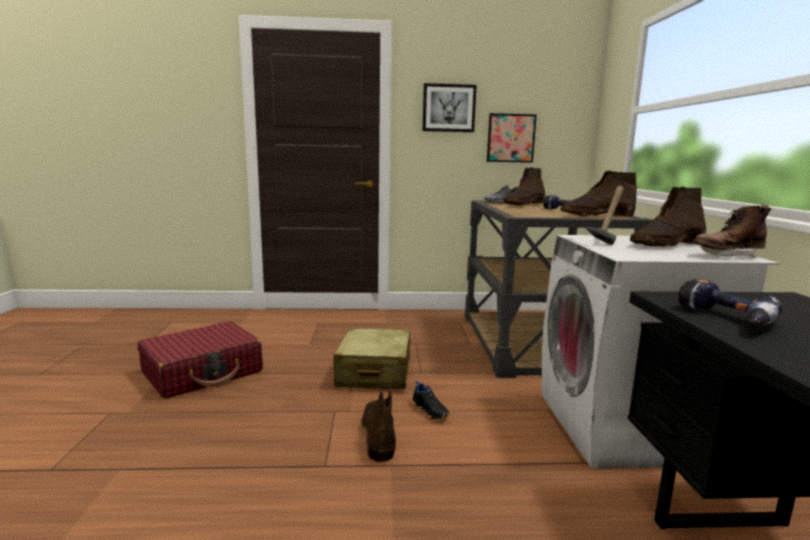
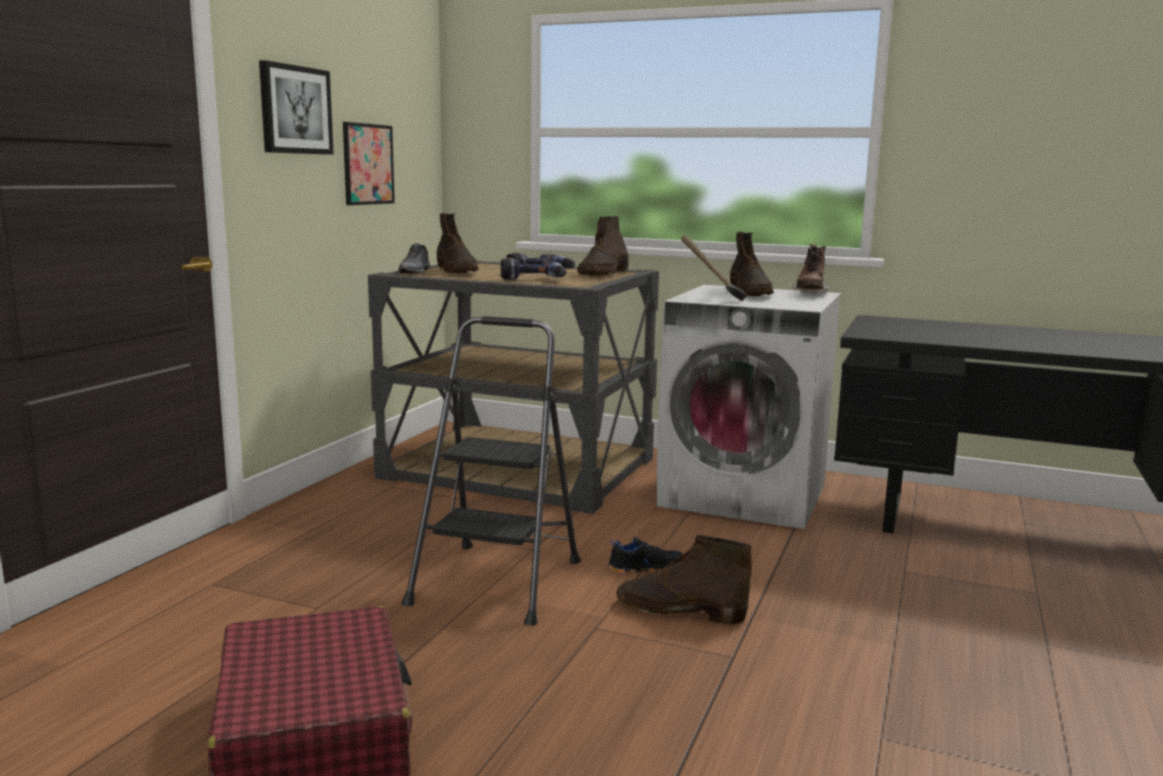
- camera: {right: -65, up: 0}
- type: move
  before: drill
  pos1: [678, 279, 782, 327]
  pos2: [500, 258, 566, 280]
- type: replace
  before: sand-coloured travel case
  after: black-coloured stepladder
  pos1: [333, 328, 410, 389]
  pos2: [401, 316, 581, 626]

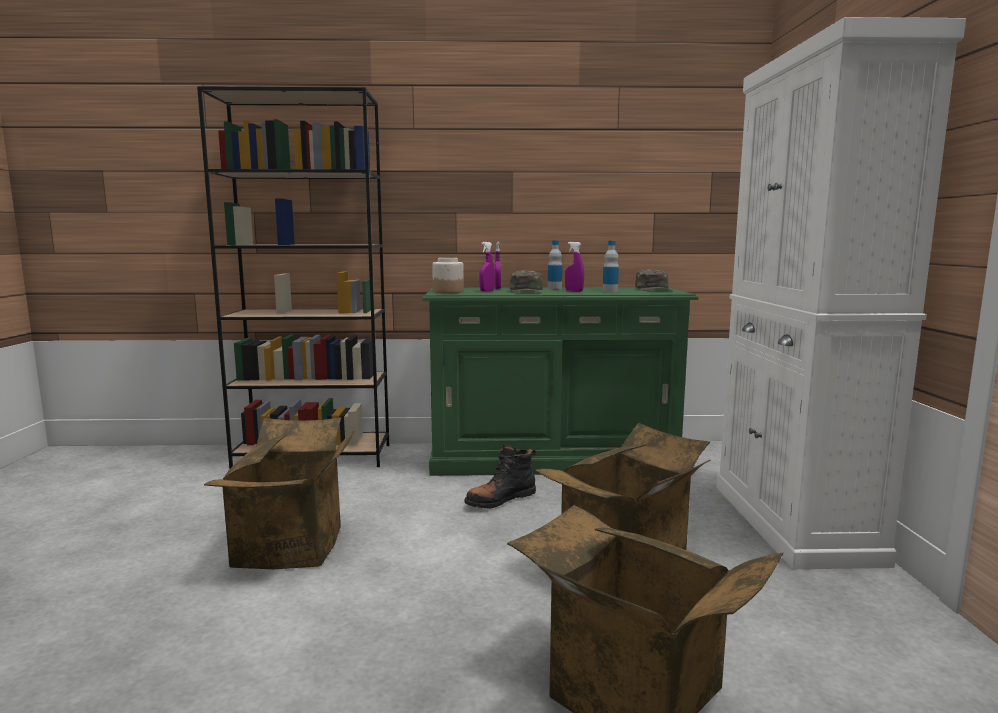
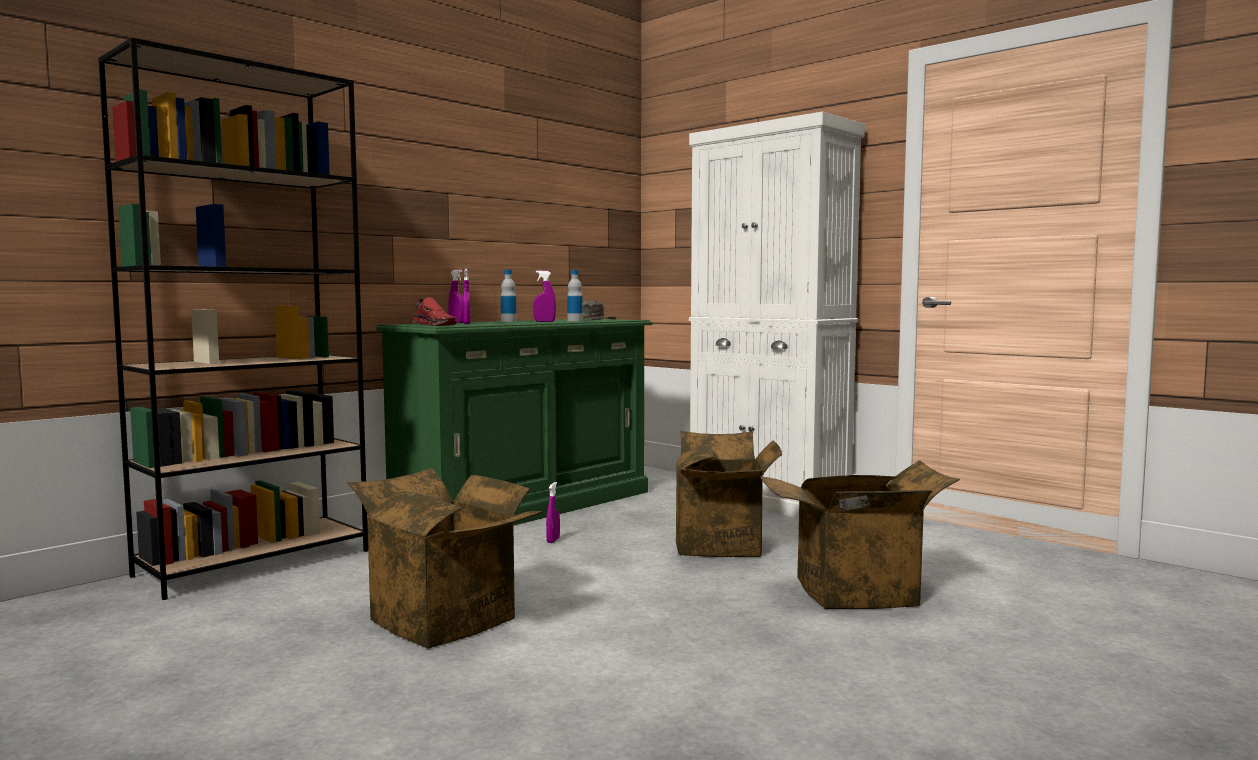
- camera: {right: -45, up: -5}
- type: delete
  before: green cap
  pos1: [510, 270, 543, 293]
- type: replace
  before: jar
  after: red-coloured shoe
  pos1: [432, 258, 464, 293]
  pos2: [413, 297, 456, 326]
- type: replace
  before: black-coloured tall boot
  after: purple-coloured sprayer
  pos1: [465, 445, 536, 509]
  pos2: [546, 482, 560, 543]

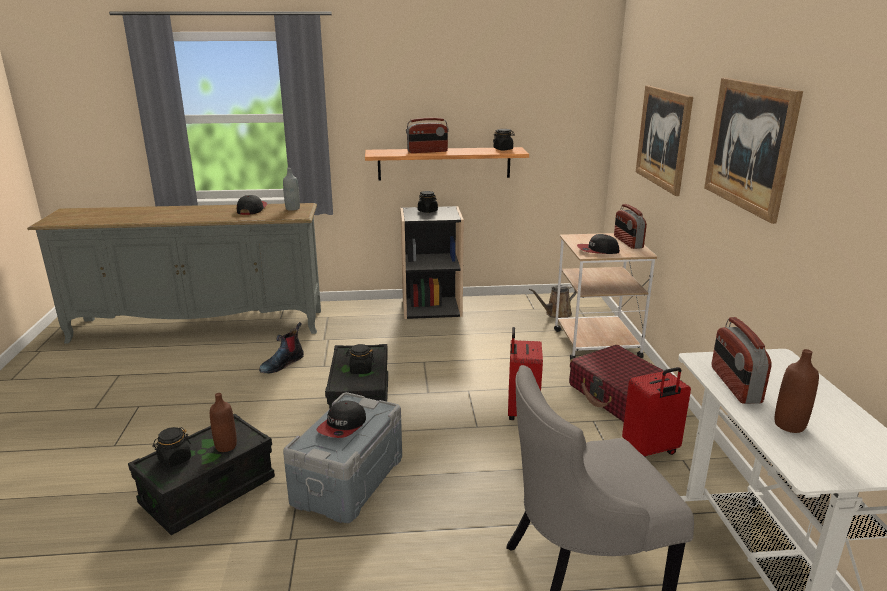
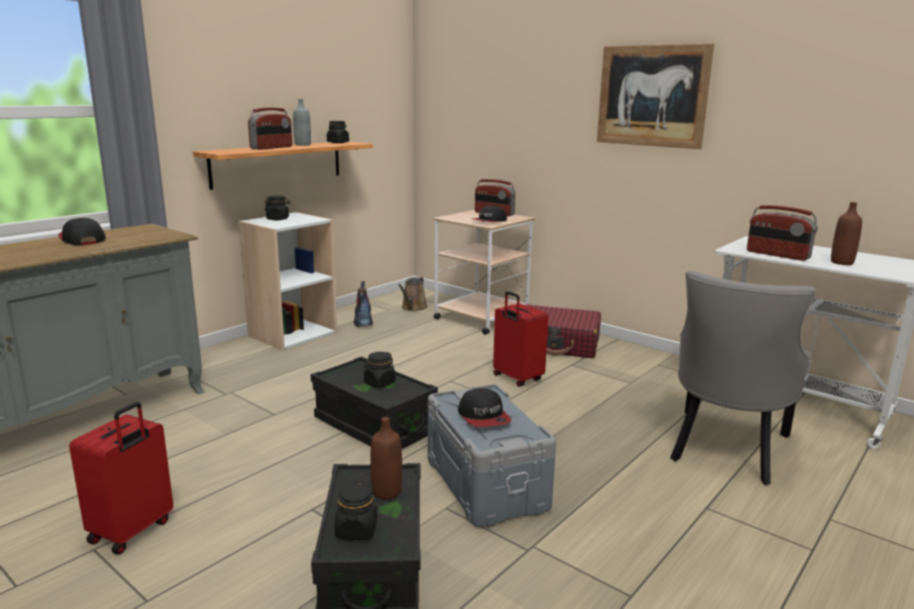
- camera: {right: -45, up: -5}
- type: delete
  before: wall art
  pos1: [636, 85, 693, 196]
- type: move
  before: tall boot
  pos1: [259, 322, 304, 373]
  pos2: [353, 281, 373, 327]
- type: move
  before: gray bottle
  pos1: [283, 168, 300, 211]
  pos2: [293, 99, 311, 146]
- type: move
  before: red-coloured travel case
  pos1: [622, 367, 691, 458]
  pos2: [69, 402, 173, 555]
- type: recolor
  before: black-coloured bookshelf
  after: white-coloured bookshelf
  pos1: [400, 206, 464, 319]
  pos2: [238, 212, 337, 350]

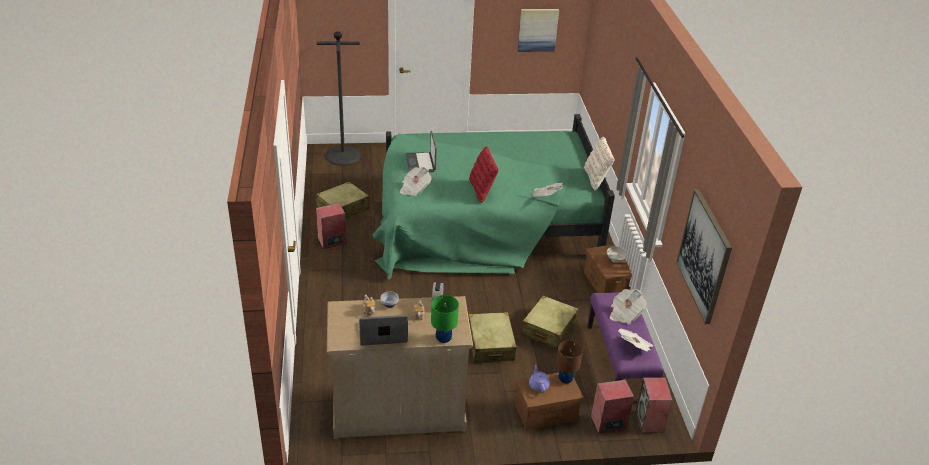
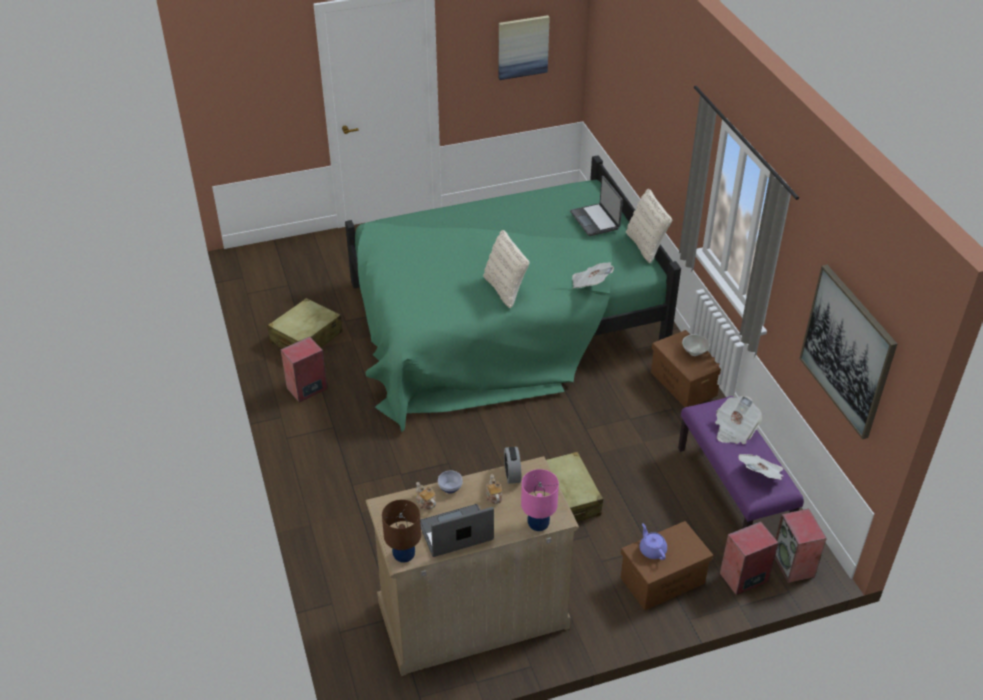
- camera: {right: -10, up: 5}
- type: delete
  before: black-coloured garment stand
  pos1: [317, 32, 361, 165]
- type: delete
  before: newspaper
  pos1: [399, 167, 432, 196]
- type: delete
  before: sand-coloured travel case
  pos1: [521, 296, 579, 350]
- type: move
  before: notebook computer
  pos1: [405, 131, 437, 172]
  pos2: [570, 176, 623, 236]
- type: move
  before: brown-coloured lamp for a table
  pos1: [556, 340, 583, 384]
  pos2: [382, 499, 421, 563]
- type: recolor
  before: green lamp for a table
  after: pinkish lamp for a table
  pos1: [431, 295, 459, 343]
  pos2: [521, 469, 559, 531]
- type: recolor
  before: red-coloured throw pillow
  after: sand-coloured throw pillow
  pos1: [469, 146, 498, 203]
  pos2: [483, 230, 530, 308]

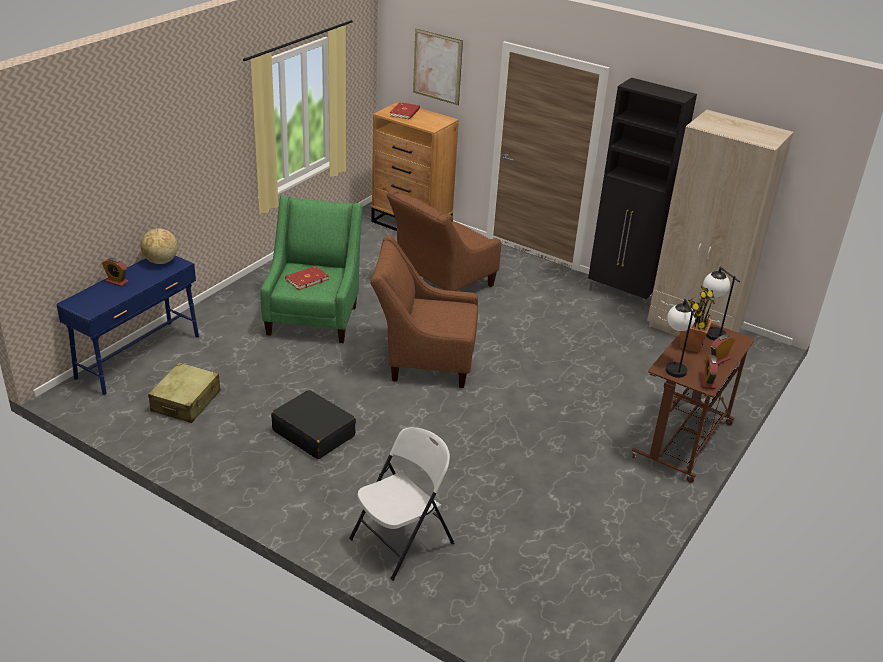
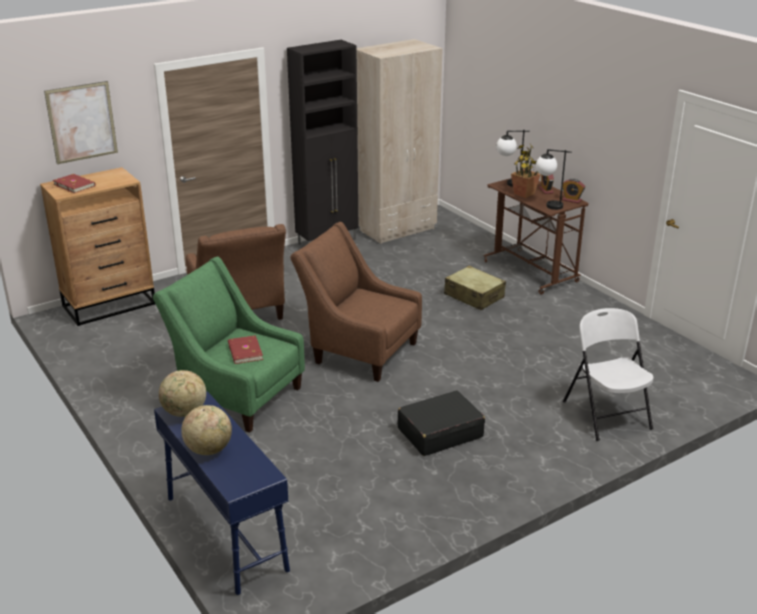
- camera: {right: -65, up: -5}
- type: move
  before: sand-coloured travel case
  pos1: [148, 362, 221, 423]
  pos2: [444, 266, 506, 310]
- type: replace
  before: bedside clock
  after: world globe
  pos1: [102, 258, 129, 287]
  pos2: [181, 405, 232, 455]
- type: rotate
  before: brown-coloured armchair
  pos1: [370, 235, 478, 388]
  pos2: [290, 222, 422, 382]
  turn: 90

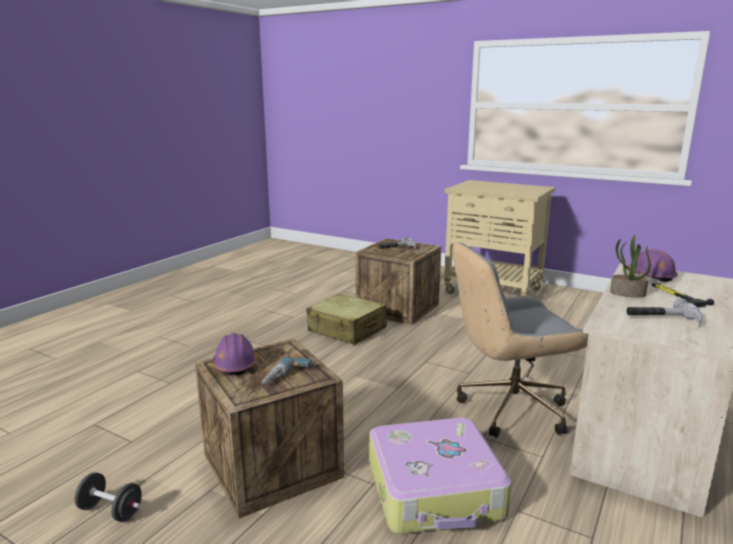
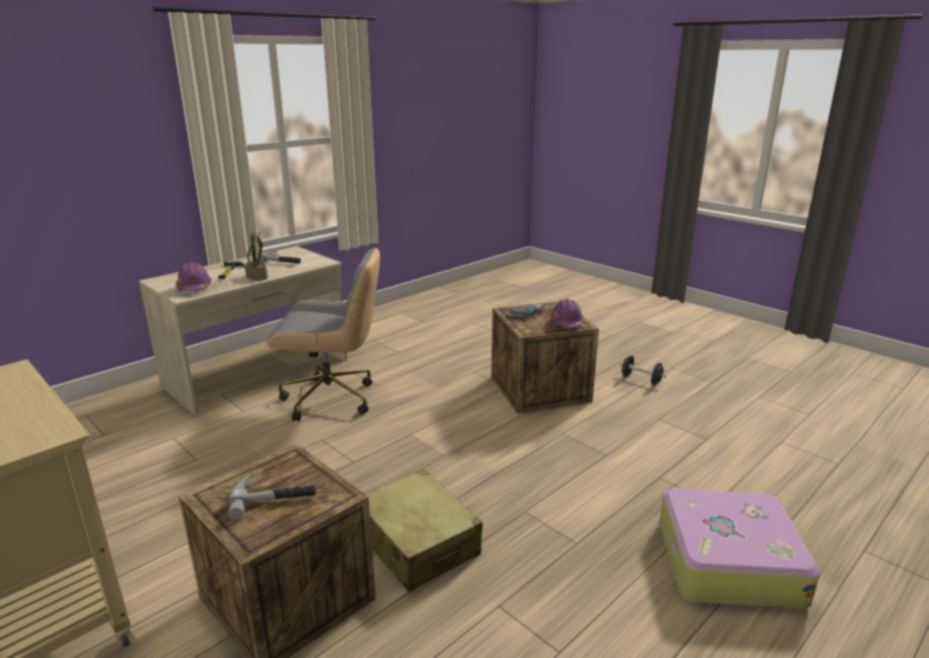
- camera: {right: -165, up: 5}
- type: move
  before: travel case
  pos1: [369, 418, 512, 534]
  pos2: [659, 488, 820, 609]

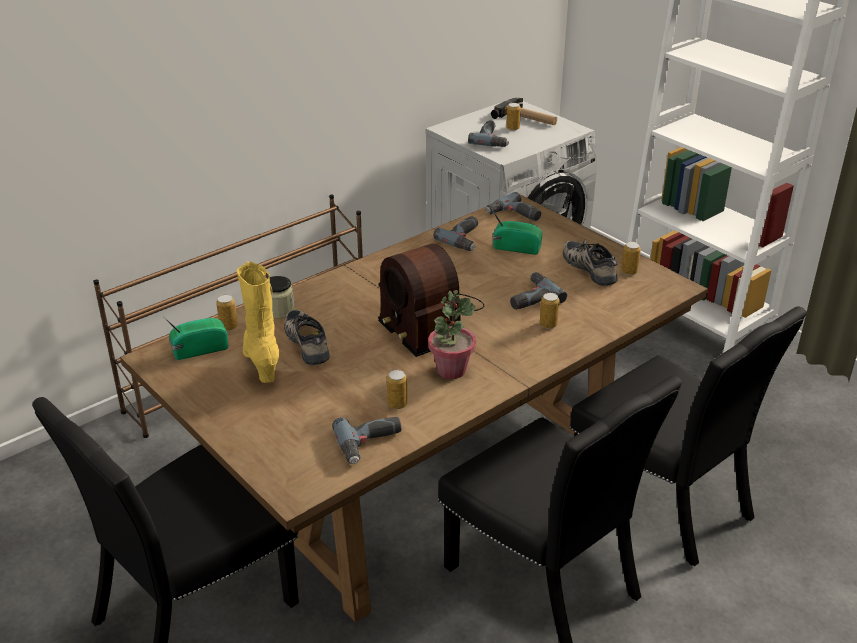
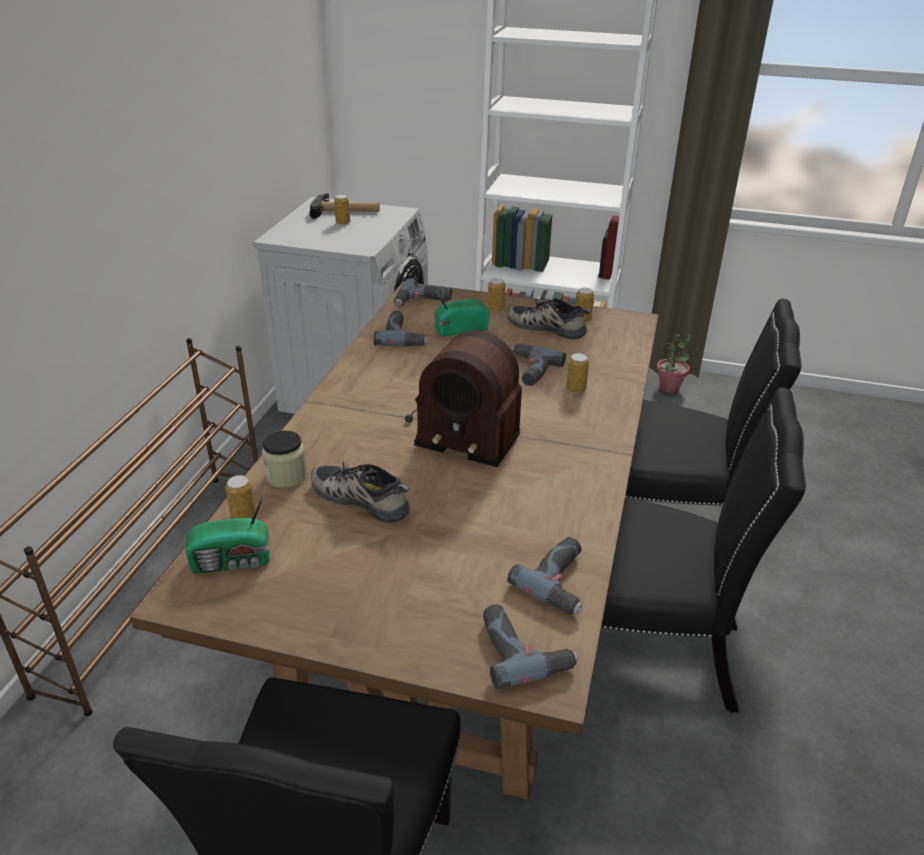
- camera: {right: -35, up: 0}
- type: delete
  before: yellowish tall boot
  pos1: [237, 261, 279, 383]
- type: move
  before: can
  pos1: [387, 370, 407, 409]
  pos2: [488, 278, 505, 313]
- type: move
  before: potted plant
  pos1: [428, 290, 476, 379]
  pos2: [657, 332, 690, 393]
- type: move
  before: drill
  pos1: [468, 120, 509, 147]
  pos2: [483, 604, 579, 690]
- type: rotate
  before: radio set
  pos1: [164, 317, 229, 360]
  pos2: [185, 486, 270, 574]
  turn: -135

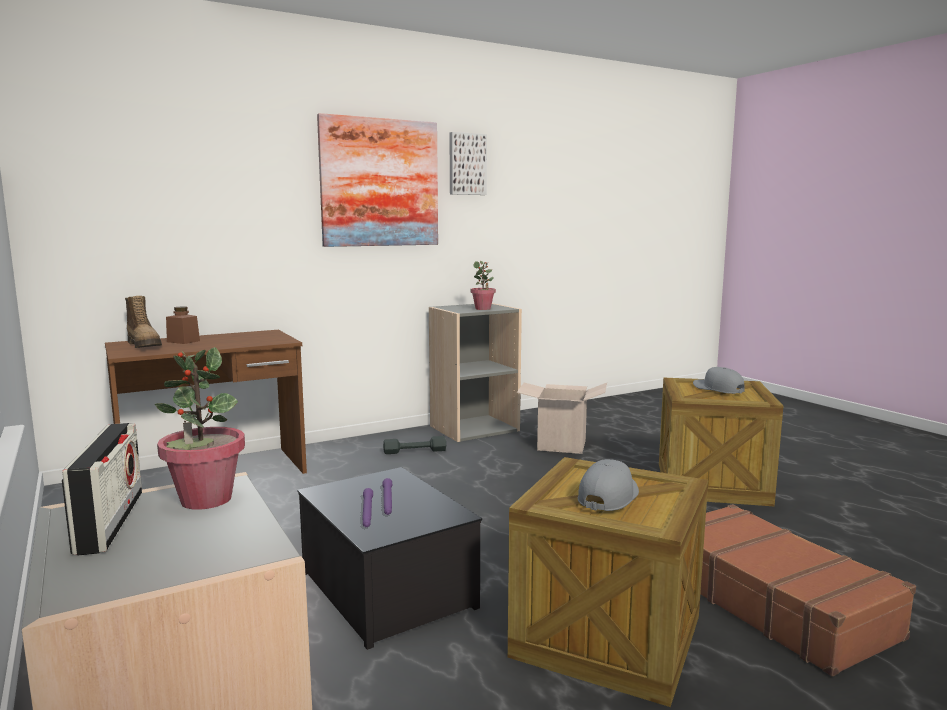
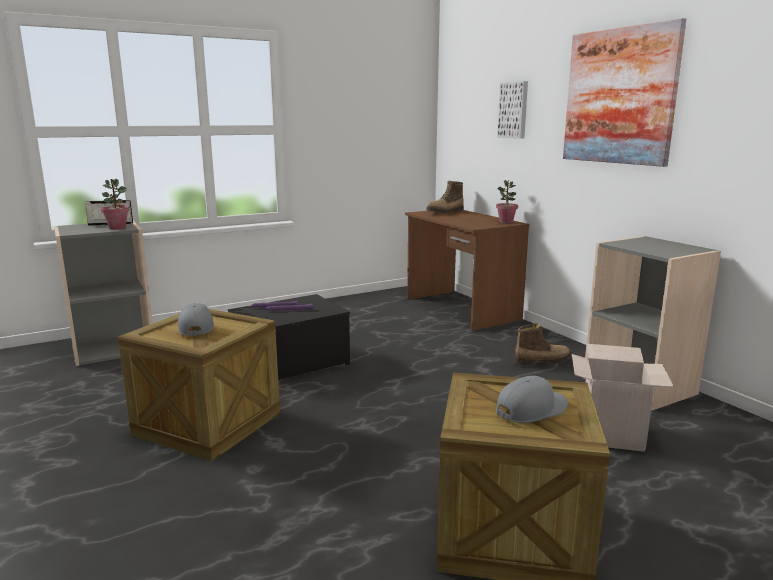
- camera: {right: 90, up: 5}
- type: delete
  before: brown-coloured jar
  pos1: [166, 306, 200, 344]
- type: delete
  before: brown-coloured travel case
  pos1: [700, 504, 916, 676]
- type: move
  before: wall art
  pos1: [449, 132, 487, 195]
  pos2: [497, 81, 528, 139]
- type: move
  before: potted plant
  pos1: [471, 261, 496, 310]
  pos2: [496, 180, 518, 223]
- type: replace
  before: gray hand weight
  after: tall boot
  pos1: [383, 436, 446, 454]
  pos2: [514, 323, 571, 366]
- type: rotate
  before: gray cap
  pos1: [578, 459, 639, 511]
  pos2: [178, 303, 214, 336]
  turn: -135

